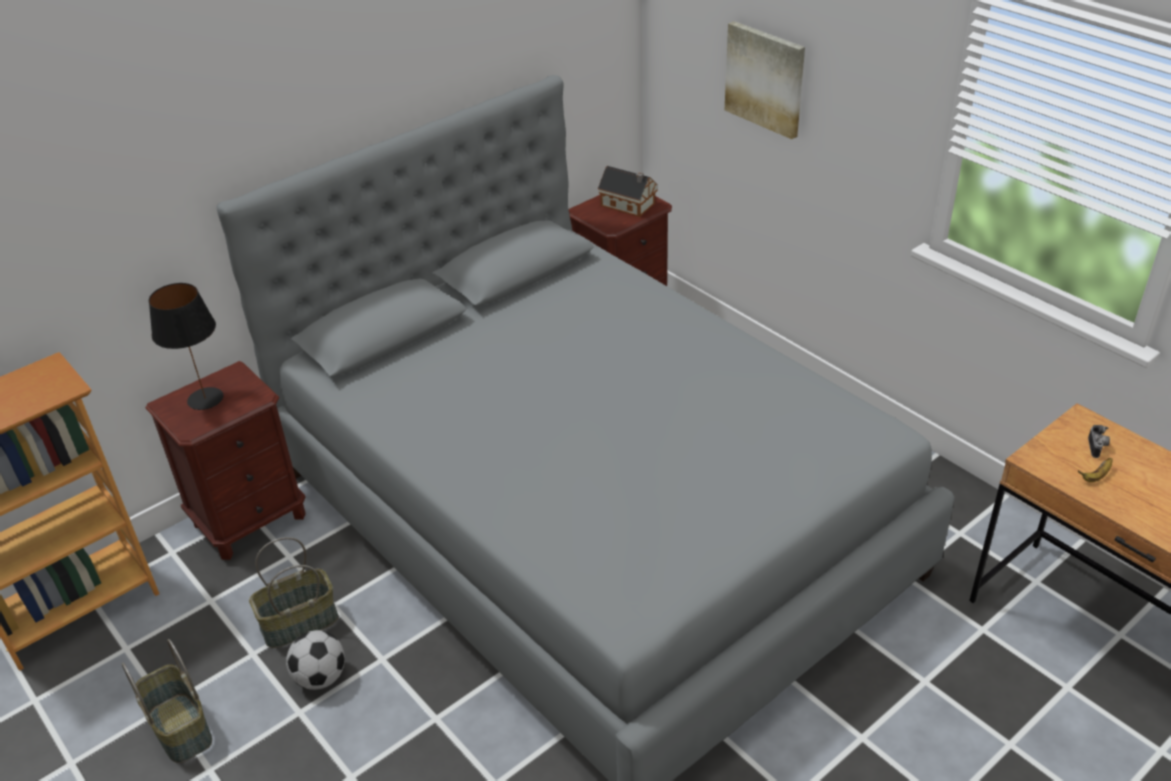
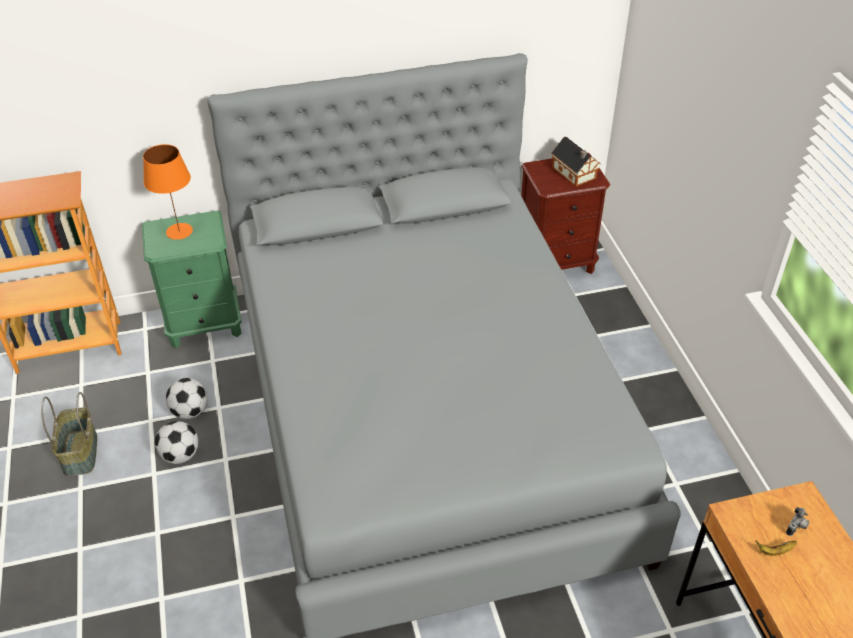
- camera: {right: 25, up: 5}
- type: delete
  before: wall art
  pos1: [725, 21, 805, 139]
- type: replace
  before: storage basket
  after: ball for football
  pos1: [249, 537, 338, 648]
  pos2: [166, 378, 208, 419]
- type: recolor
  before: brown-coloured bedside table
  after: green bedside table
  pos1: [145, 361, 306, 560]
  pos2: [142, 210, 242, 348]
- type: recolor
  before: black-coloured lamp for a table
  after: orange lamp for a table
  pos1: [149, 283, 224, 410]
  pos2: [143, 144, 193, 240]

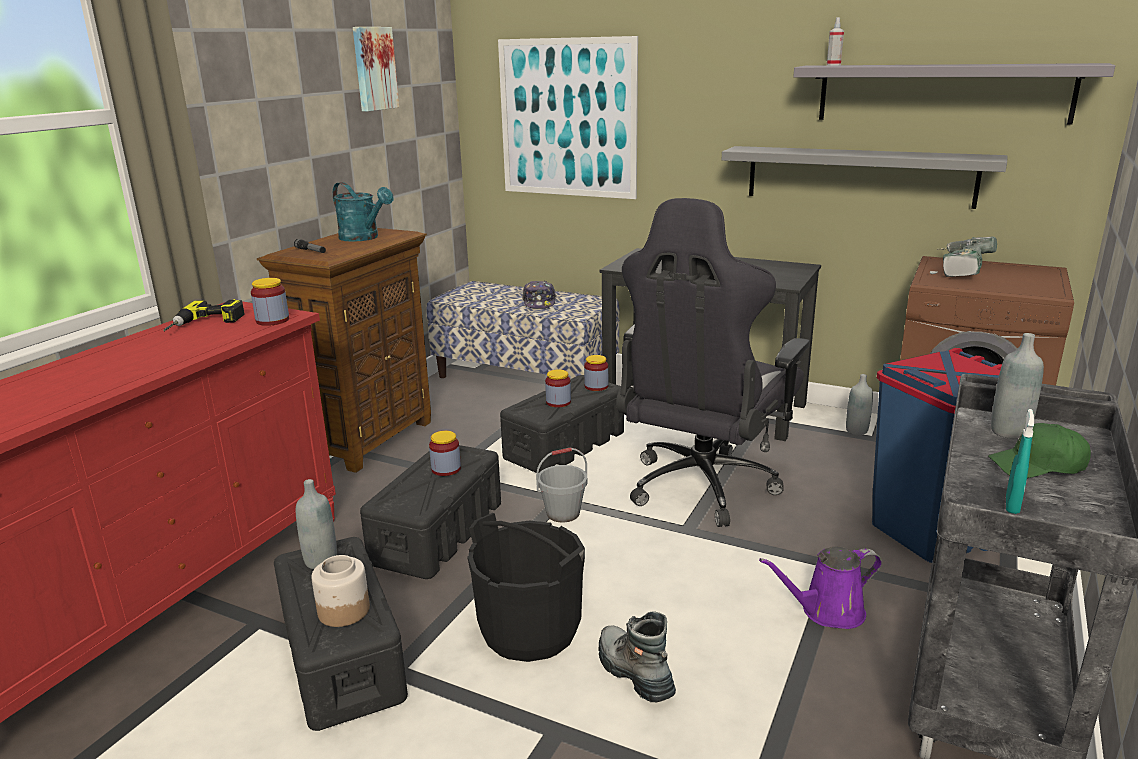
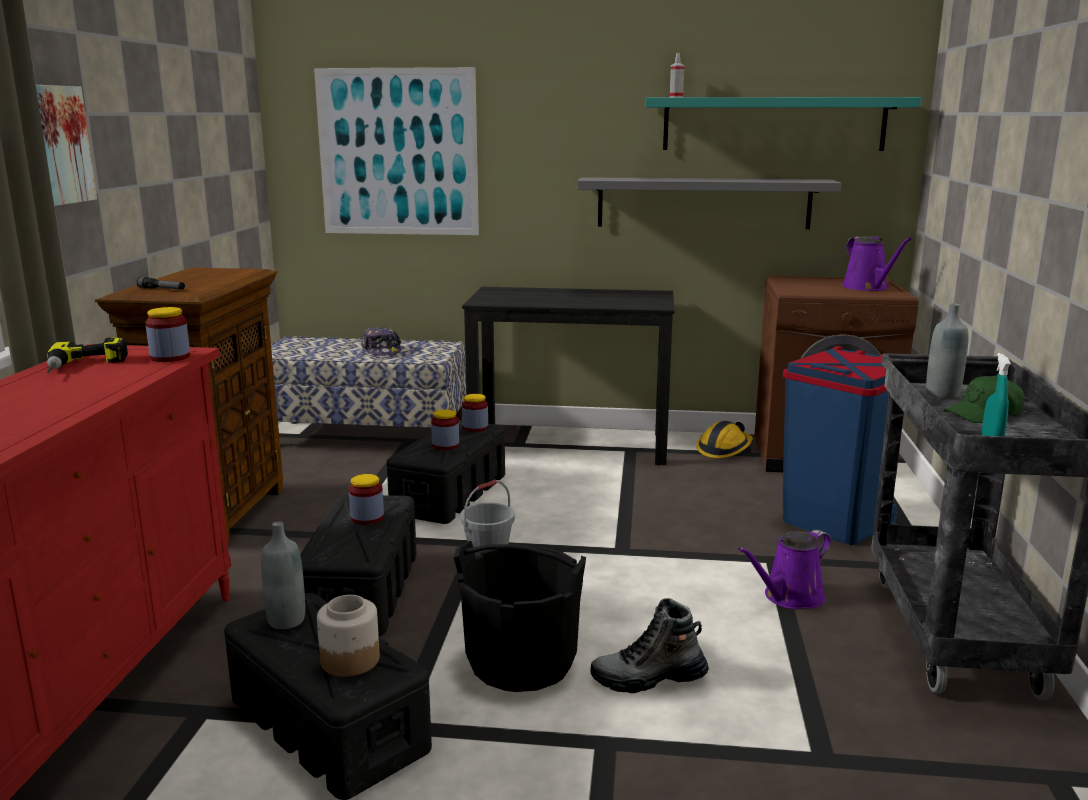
- camera: {right: -20, up: -5}
- type: delete
  before: turquoise watering can
  pos1: [333, 182, 394, 242]
- type: delete
  before: black-coloured computer chair
  pos1: [616, 198, 810, 527]
- type: delete
  before: drill
  pos1: [930, 237, 997, 277]
- type: insert
  after: purple-coloured watering can
  pos2: [843, 236, 911, 291]
- type: move
  before: wall art
  pos1: [353, 27, 399, 111]
  pos2: [36, 85, 97, 206]
- type: replace
  before: gray bottle
  after: work helmet
  pos1: [846, 374, 873, 435]
  pos2: [696, 421, 753, 458]
- type: recolor
  before: gray wall shelf
  after: turquoise wall shelf
  pos1: [793, 63, 1115, 124]
  pos2: [645, 97, 921, 151]
- type: rotate
  before: tall boot
  pos1: [598, 611, 676, 702]
  pos2: [590, 598, 709, 693]
  turn: -45

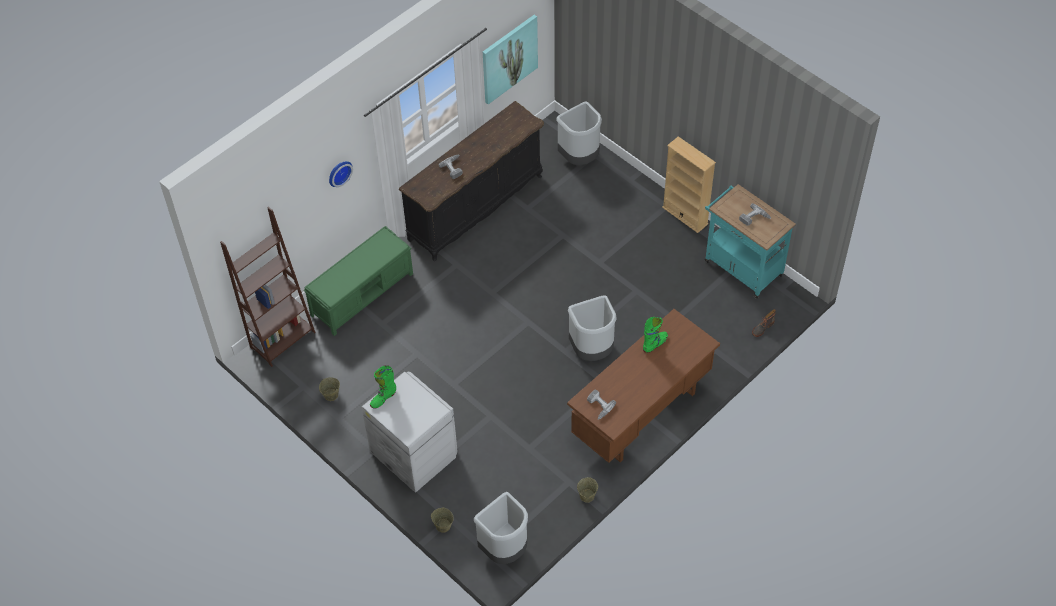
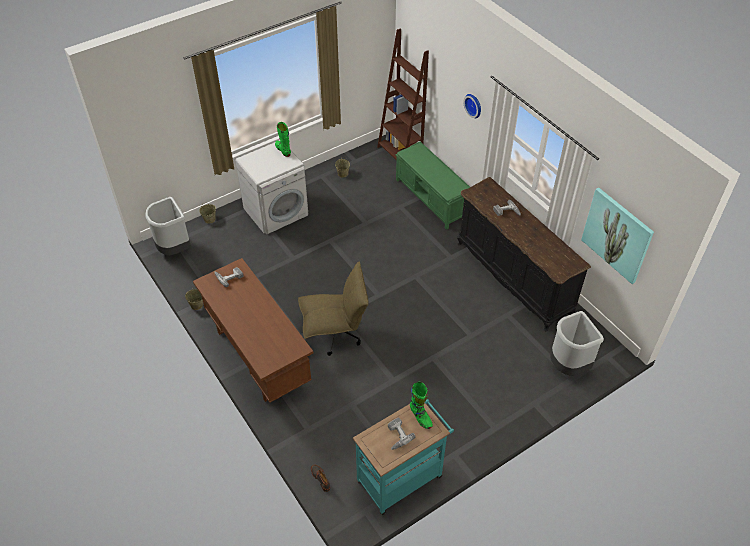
- camera: {right: 100, up: -5}
- type: delete
  before: sand-coloured bookshelf
  pos1: [662, 136, 716, 233]
- type: move
  before: green tall boot
  pos1: [643, 317, 668, 353]
  pos2: [410, 382, 433, 429]
- type: replace
  before: gray trash can
  after: sand-coloured computer chair
  pos1: [568, 295, 617, 361]
  pos2: [298, 262, 369, 356]

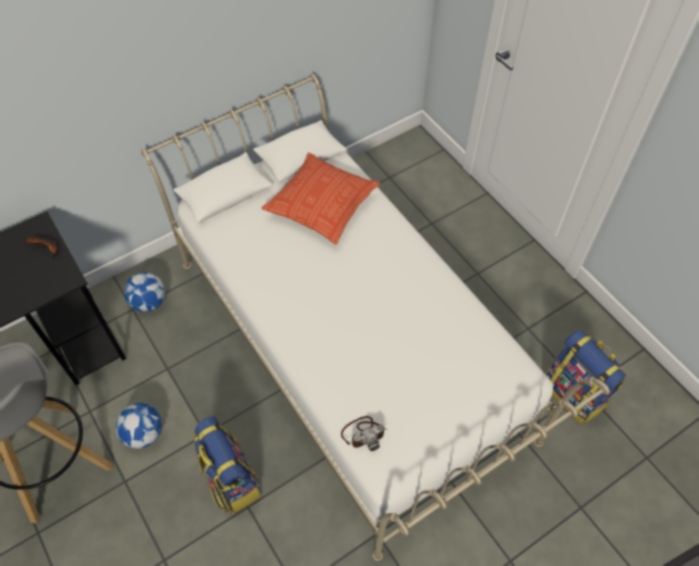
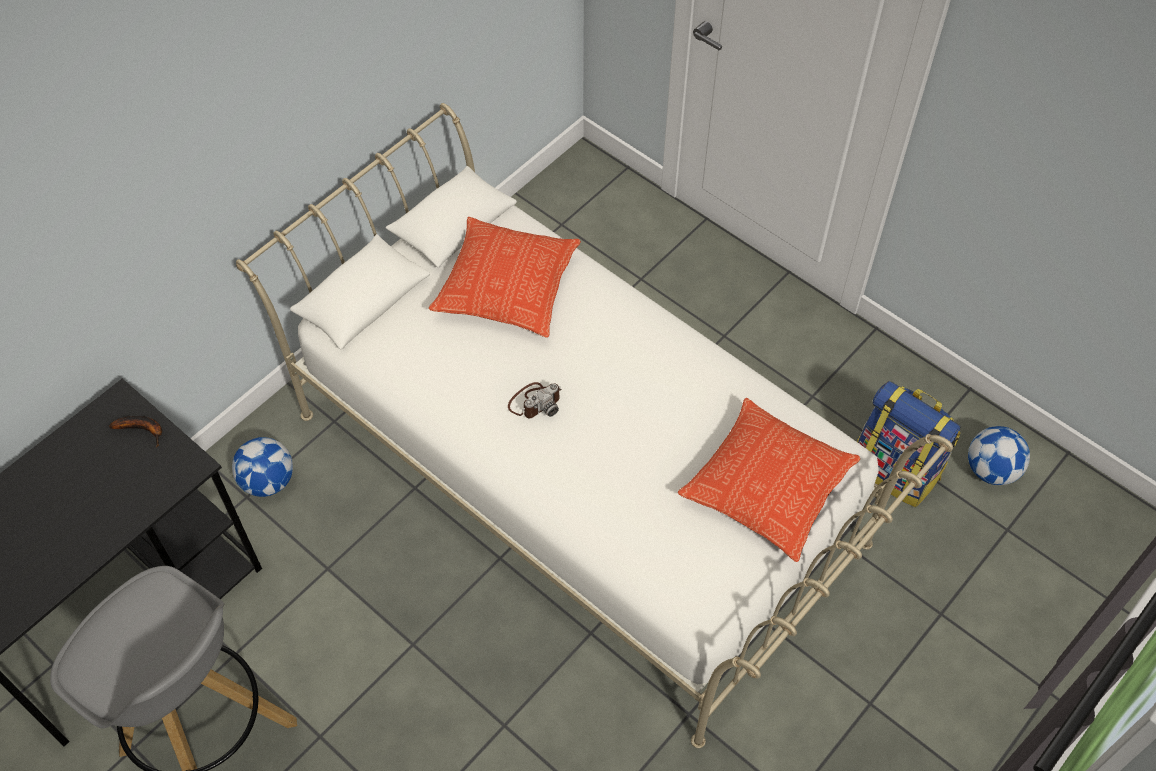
- camera: {right: -15, up: 0}
- type: delete
  before: backpack
  pos1: [193, 416, 261, 514]
- type: insert
  after: orange throw pillow
  pos2: [678, 398, 860, 562]
- type: move
  before: ball for football
  pos1: [116, 403, 162, 449]
  pos2: [968, 426, 1030, 485]
- type: move
  before: still camera
  pos1: [341, 416, 387, 451]
  pos2: [508, 382, 562, 418]

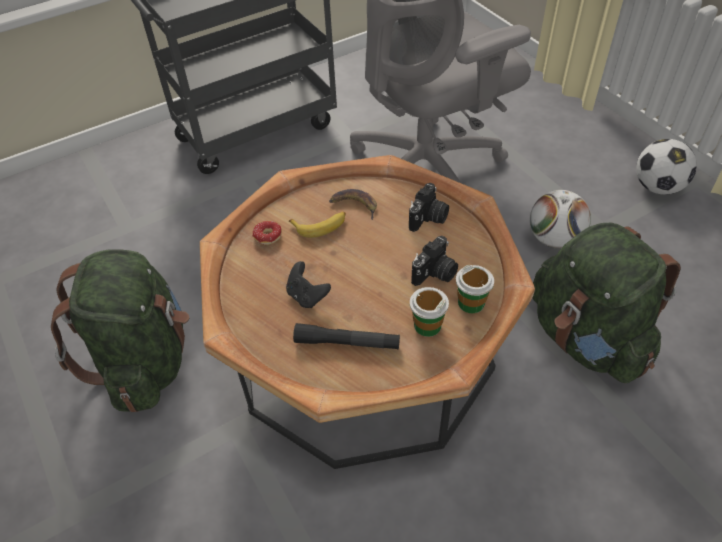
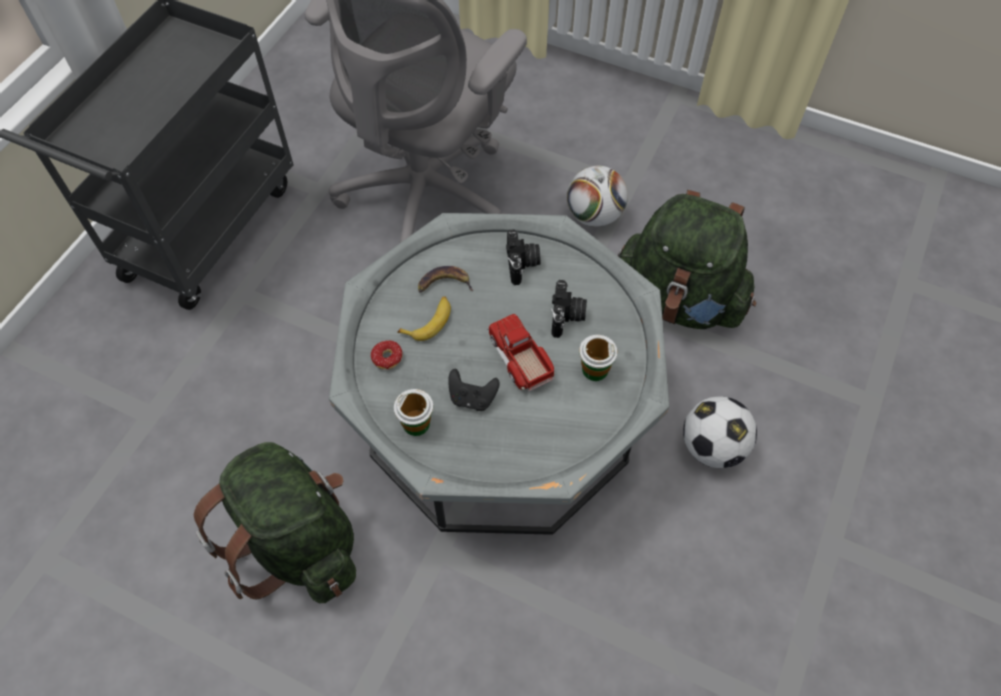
- camera: {right: -35, up: 10}
- type: delete
  before: black-coloured hand torch
  pos1: [293, 323, 400, 350]
- type: insert
  after: toy truck
  pos2: [487, 314, 555, 391]
- type: move
  before: cup
  pos1: [456, 265, 494, 313]
  pos2: [394, 389, 433, 436]
- type: move
  before: ball for football
  pos1: [636, 139, 697, 195]
  pos2: [683, 396, 757, 468]
- type: recolor
  before: brown-coloured lounge table
  after: gray lounge table
  pos1: [200, 155, 535, 469]
  pos2: [329, 213, 669, 535]

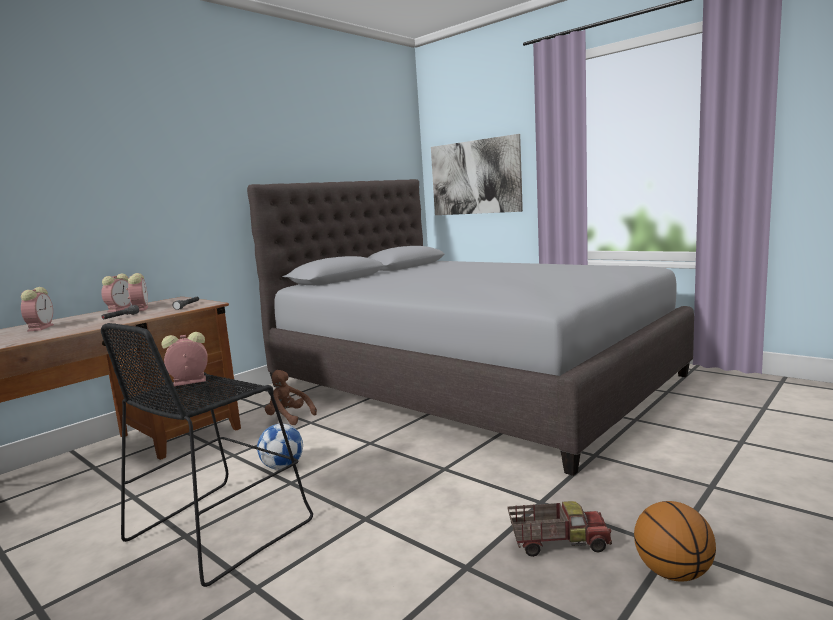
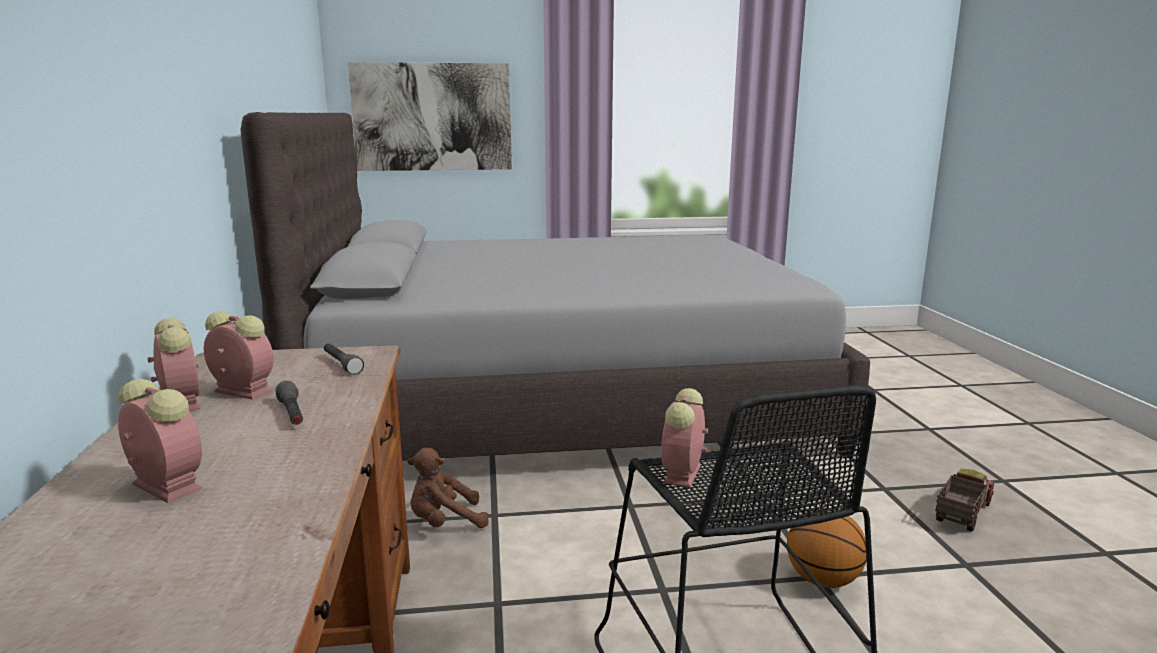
- camera: {right: -50, up: 5}
- type: delete
  before: ball for football
  pos1: [257, 424, 303, 470]
- type: move
  before: basketball
  pos1: [634, 501, 716, 581]
  pos2: [787, 508, 867, 588]

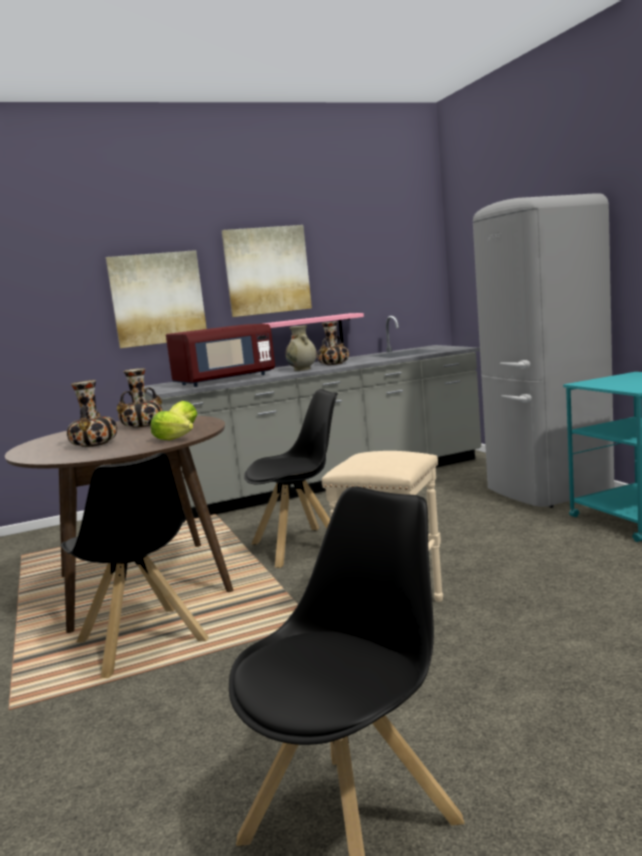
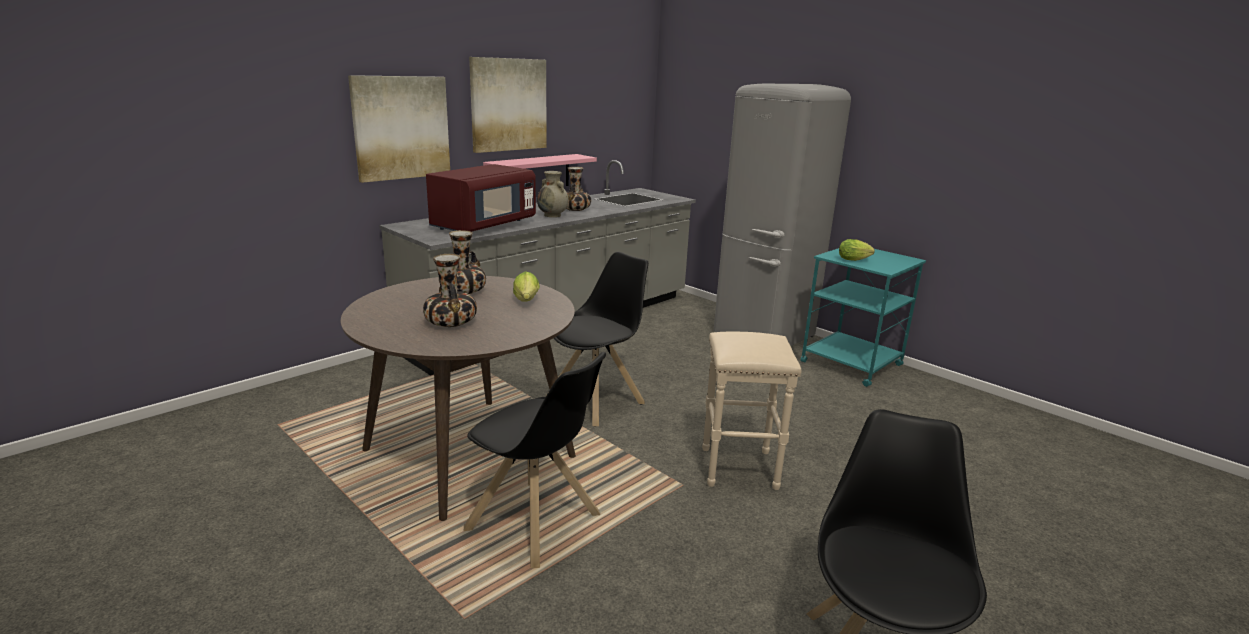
- camera: {right: -25, up: 10}
- type: move
  before: head of lettuce
  pos1: [150, 411, 193, 440]
  pos2: [839, 239, 875, 261]

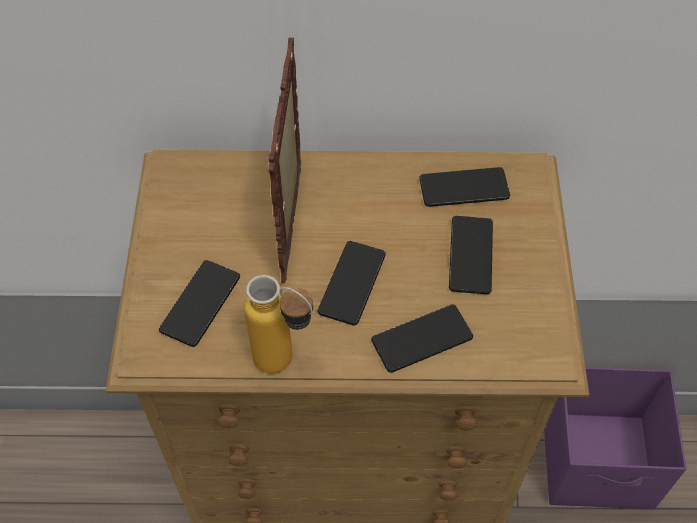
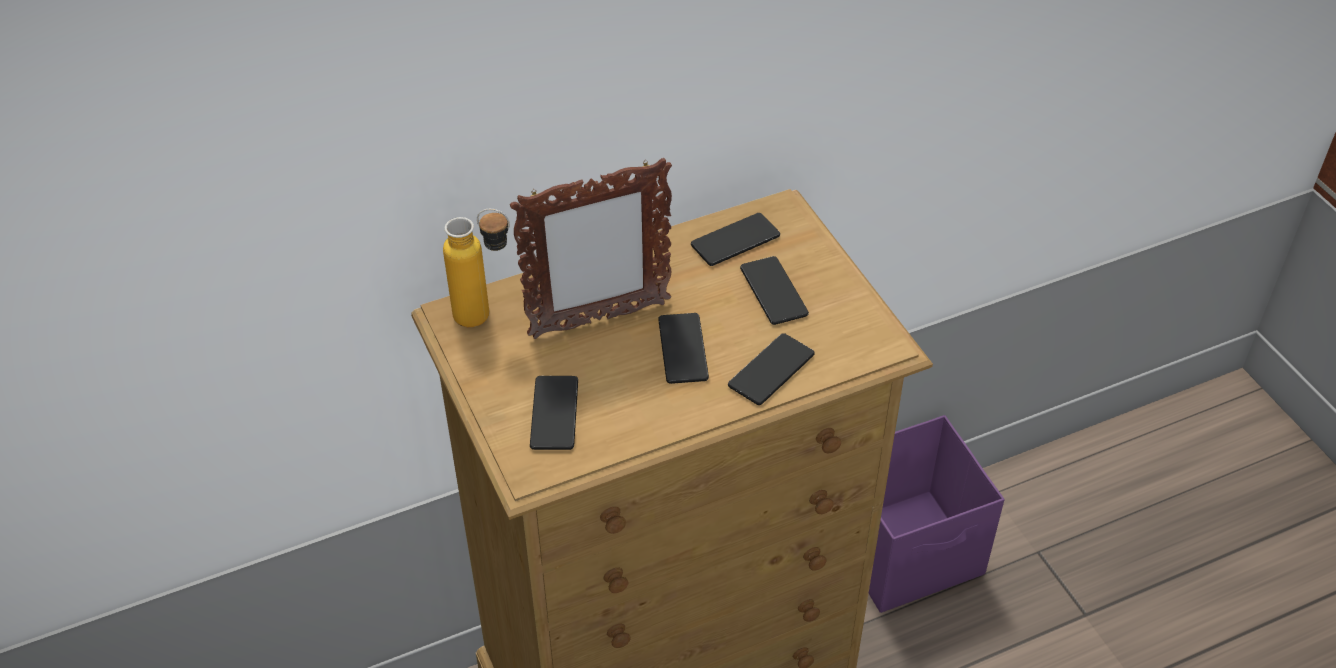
- camera: {right: -25, up: -10}
- type: move
  before: bottle
  pos1: [244, 275, 313, 374]
  pos2: [443, 209, 510, 327]
- type: rotate
  before: standing frame
  pos1: [268, 38, 301, 283]
  pos2: [510, 158, 672, 339]
  turn: -90

